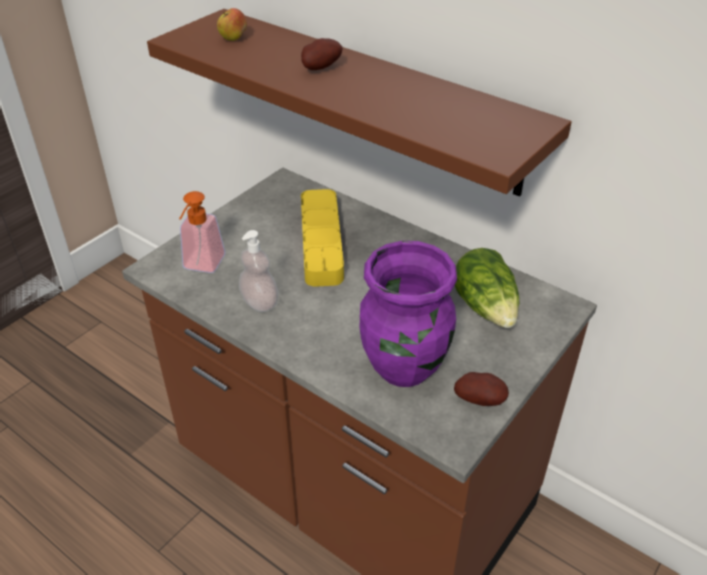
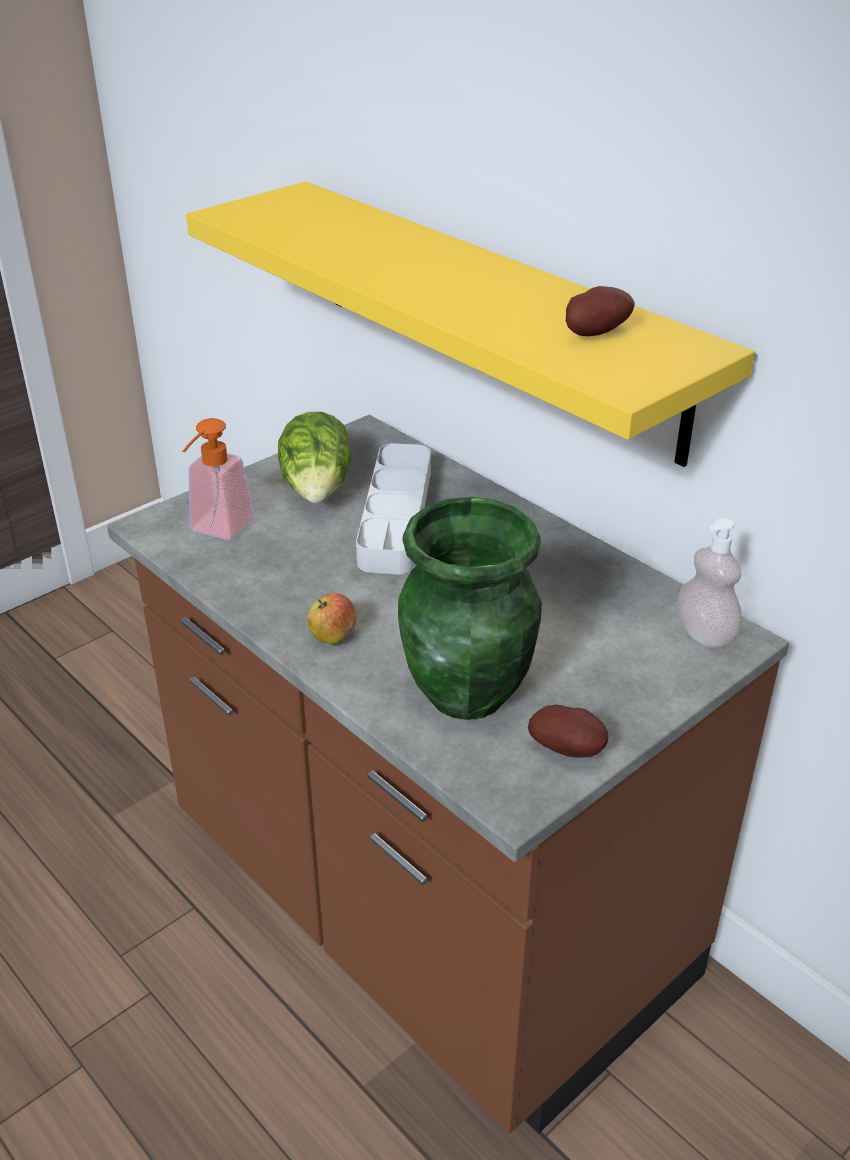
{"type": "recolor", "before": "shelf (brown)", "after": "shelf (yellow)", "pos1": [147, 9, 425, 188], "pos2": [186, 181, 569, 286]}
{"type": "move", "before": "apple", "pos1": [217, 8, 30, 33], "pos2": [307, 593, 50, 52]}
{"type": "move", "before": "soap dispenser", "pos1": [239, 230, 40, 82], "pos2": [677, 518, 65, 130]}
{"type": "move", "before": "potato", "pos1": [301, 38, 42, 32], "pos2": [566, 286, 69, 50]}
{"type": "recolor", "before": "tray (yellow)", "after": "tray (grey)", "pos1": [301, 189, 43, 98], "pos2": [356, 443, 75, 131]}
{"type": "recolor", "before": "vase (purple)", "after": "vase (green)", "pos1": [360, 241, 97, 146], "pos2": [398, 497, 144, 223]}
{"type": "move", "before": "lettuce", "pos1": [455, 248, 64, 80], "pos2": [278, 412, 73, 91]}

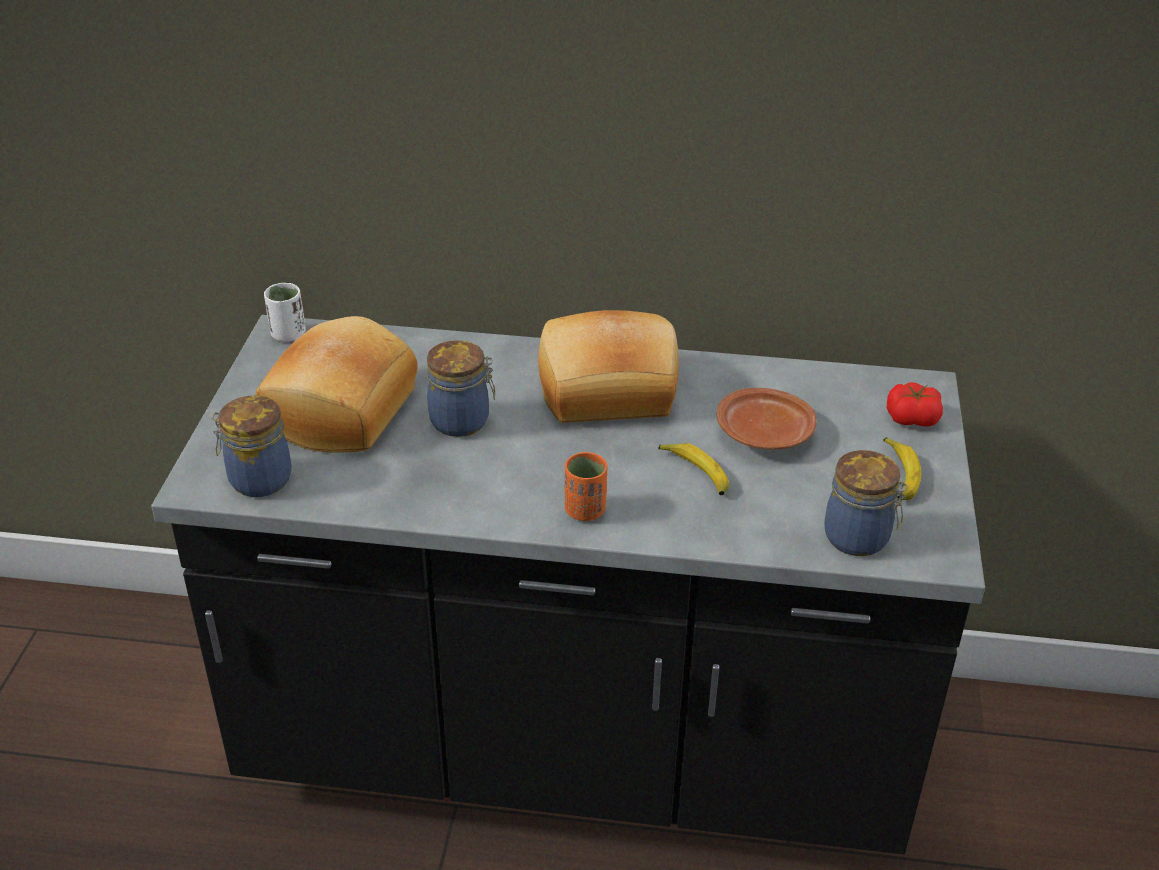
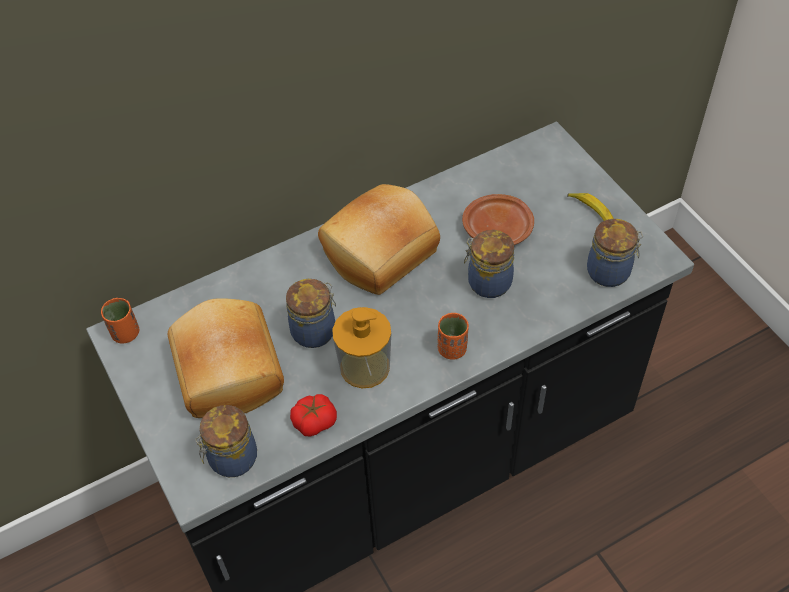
{"type": "recolor", "before": "cup (white)", "after": "cup (orange)", "pos1": [264, 283, 42, 59], "pos2": [101, 298, 38, 46]}
{"type": "replace", "before": "banana", "after": "jar", "pos1": [658, 443, 71, 52], "pos2": [464, 230, 50, 68]}
{"type": "move", "before": "tomato", "pos1": [887, 382, 56, 45], "pos2": [290, 394, 47, 42]}
{"type": "insert", "after": "soap dispenser", "pos2": [332, 307, 59, 82]}

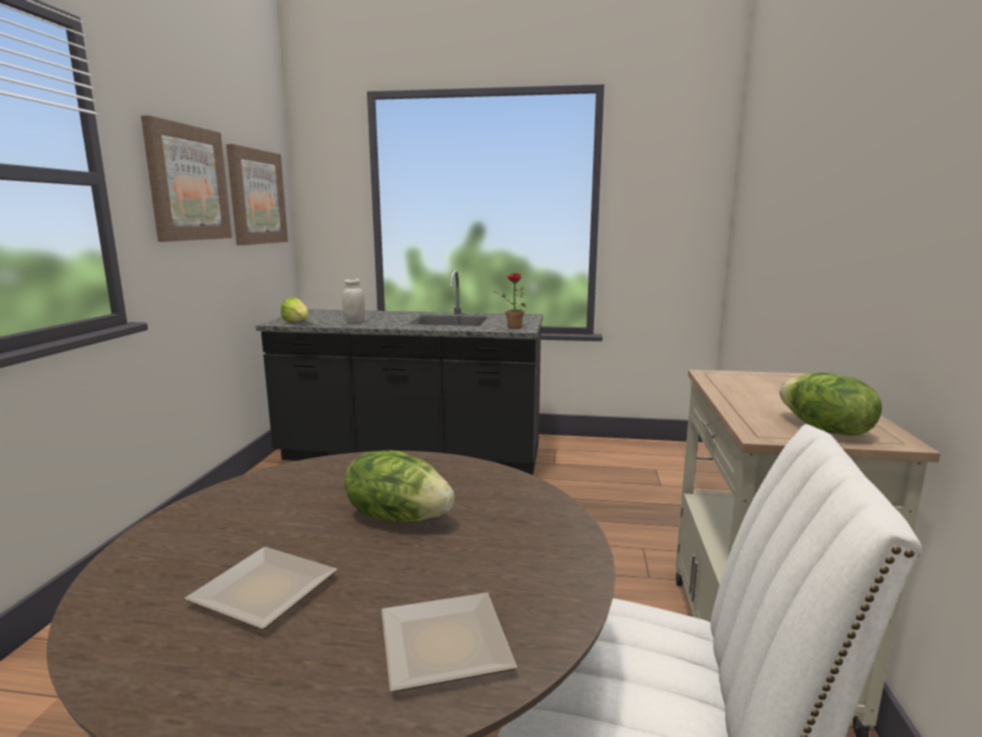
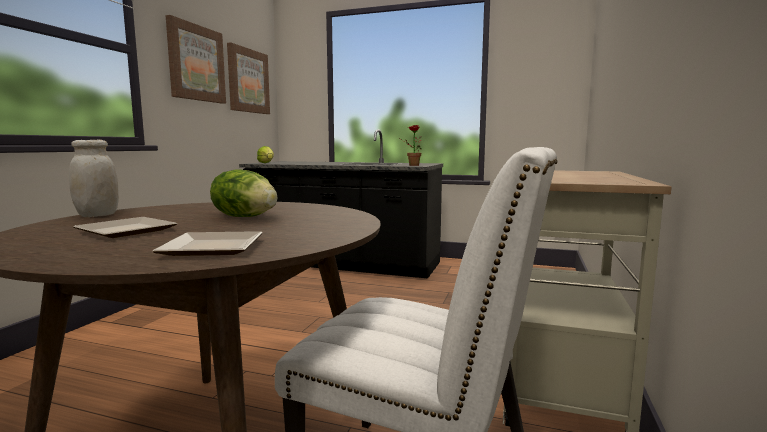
{"type": "move", "before": "jar (white)", "pos1": [343, 278, 22, 45], "pos2": [69, 140, 50, 77]}
{"type": "delete", "before": "lettuce", "pos1": [779, 372, 103, 64]}

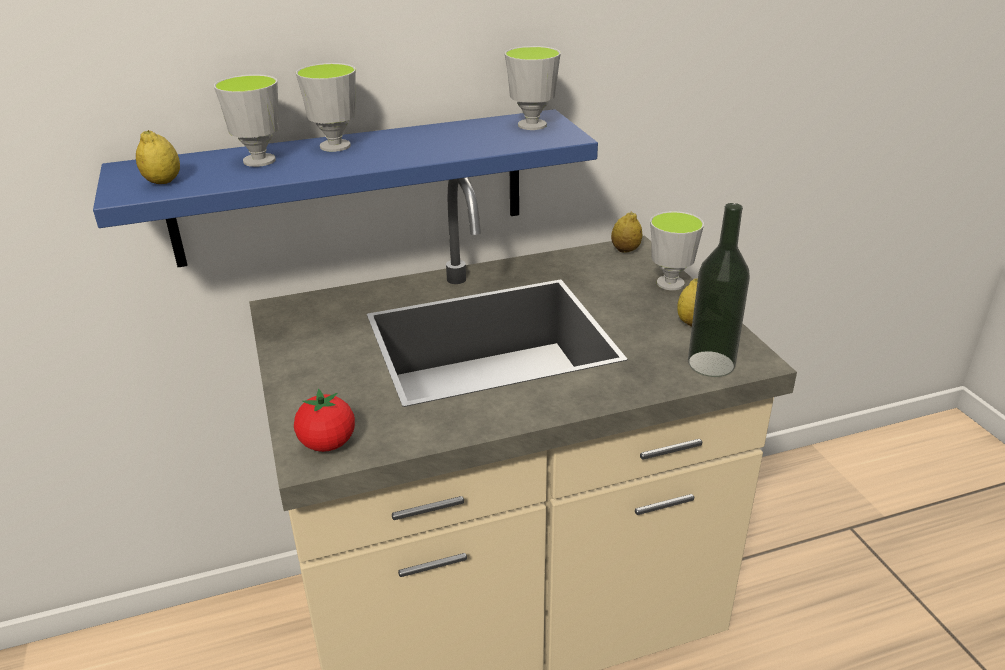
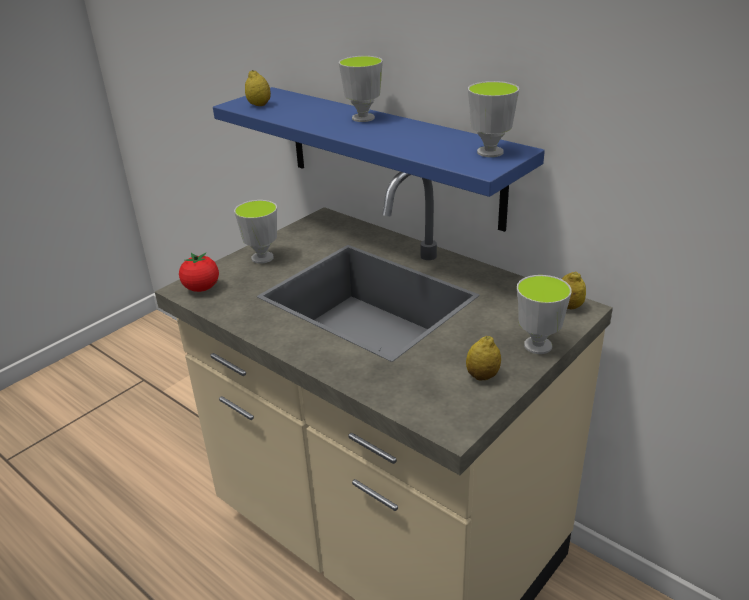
{"type": "move", "before": "cup", "pos1": [214, 74, 65, 93], "pos2": [234, 200, 43, 64]}
{"type": "delete", "before": "bottle", "pos1": [688, 203, 62, 174]}

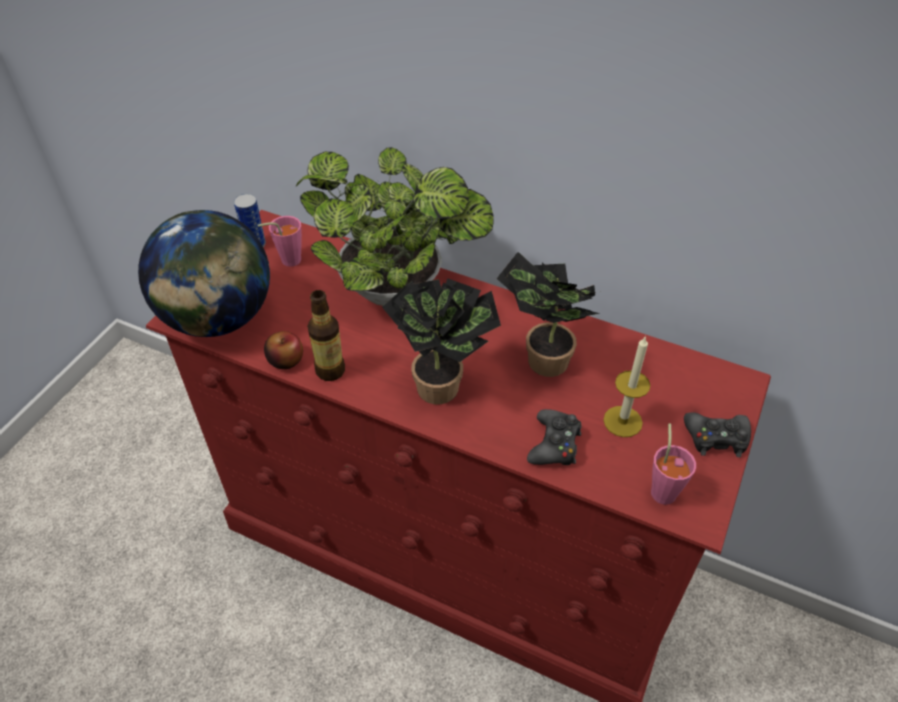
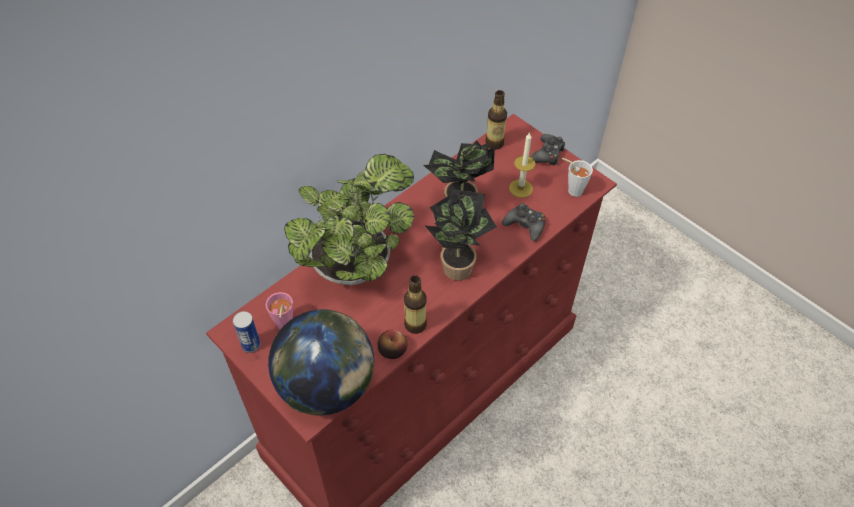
{"type": "recolor", "before": "cup (pink)", "after": "cup (white)", "pos1": [651, 424, 45, 81], "pos2": [562, 158, 31, 39]}
{"type": "insert", "after": "bottle", "pos2": [485, 90, 22, 60]}

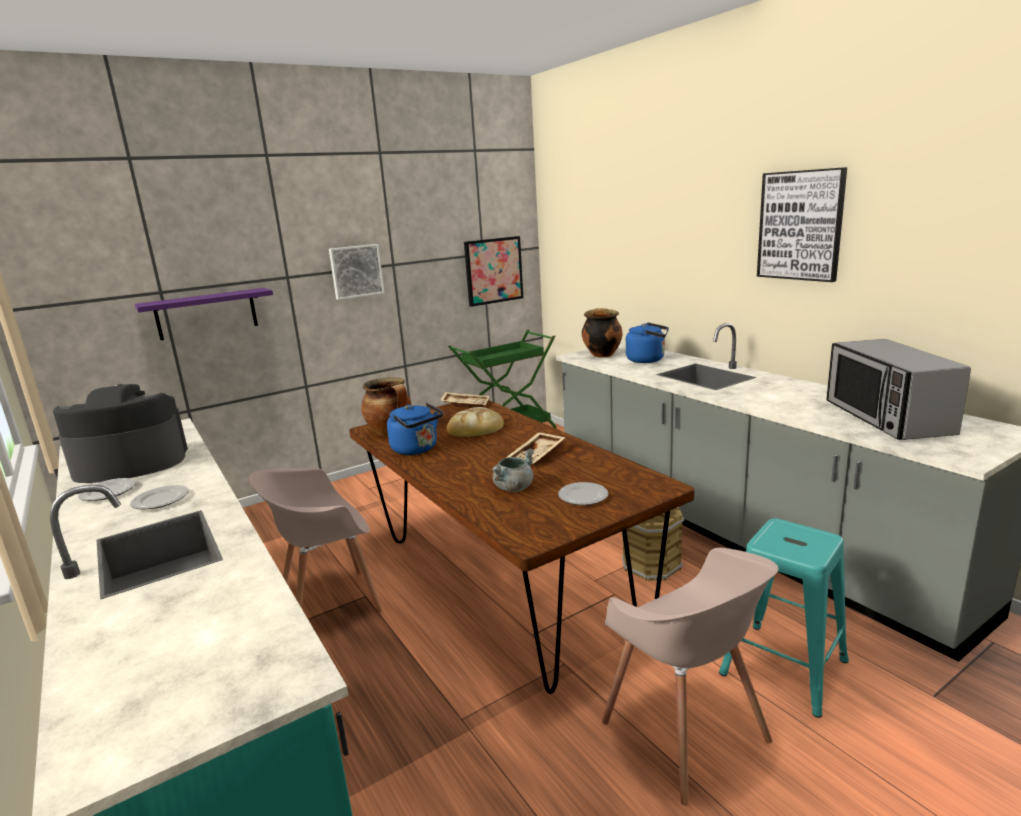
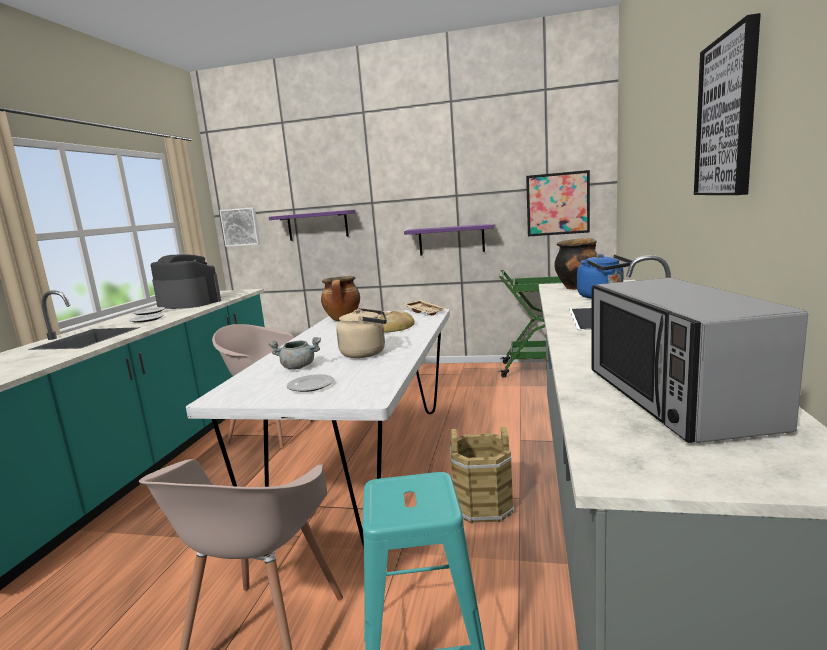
{"type": "move", "before": "picture", "pos1": [329, 244, 55, 56], "pos2": [220, 207, 40, 40]}
{"type": "recolor", "before": "dining table (brown)", "after": "dining table (white)", "pos1": [349, 400, 346, 294], "pos2": [186, 309, 264, 239]}
{"type": "delete", "before": "kettle (blue)", "pos1": [387, 402, 56, 53]}
{"type": "replace", "before": "tray (beige)", "after": "kettle (beige)", "pos1": [506, 432, 60, 32], "pos2": [336, 308, 51, 50]}
{"type": "rotate", "before": "microwave", "pos1": [826, 339, 145, 101], "pos2": [591, 278, 217, 165], "turn": -45}
{"type": "insert", "after": "shelf (purple)", "pos2": [404, 224, 90, 32]}

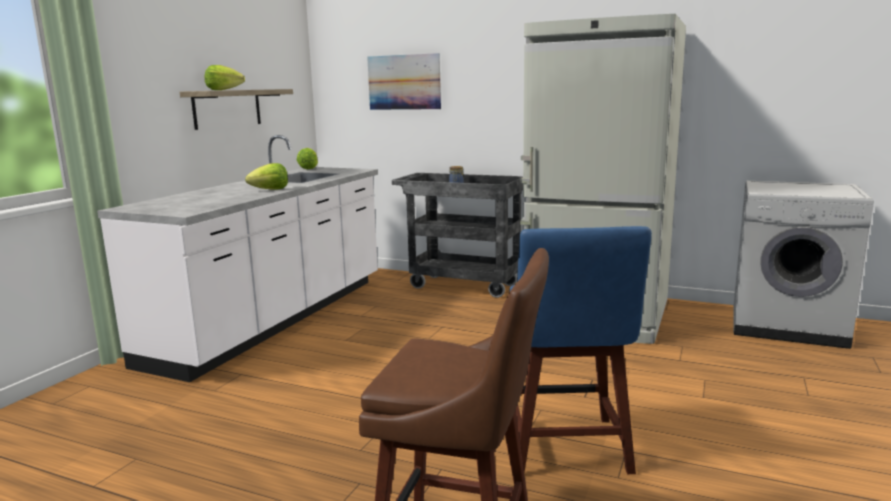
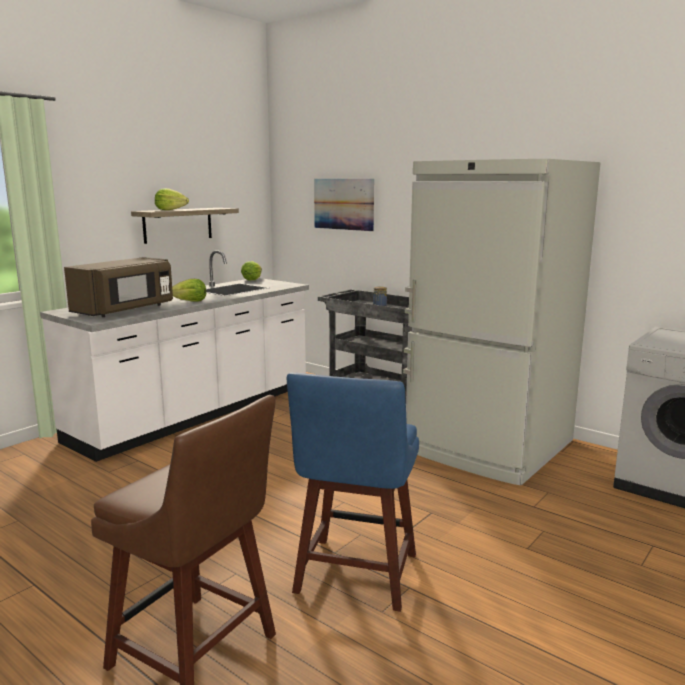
{"type": "insert", "after": "microwave (brown)", "pos2": [64, 257, 109, 60]}

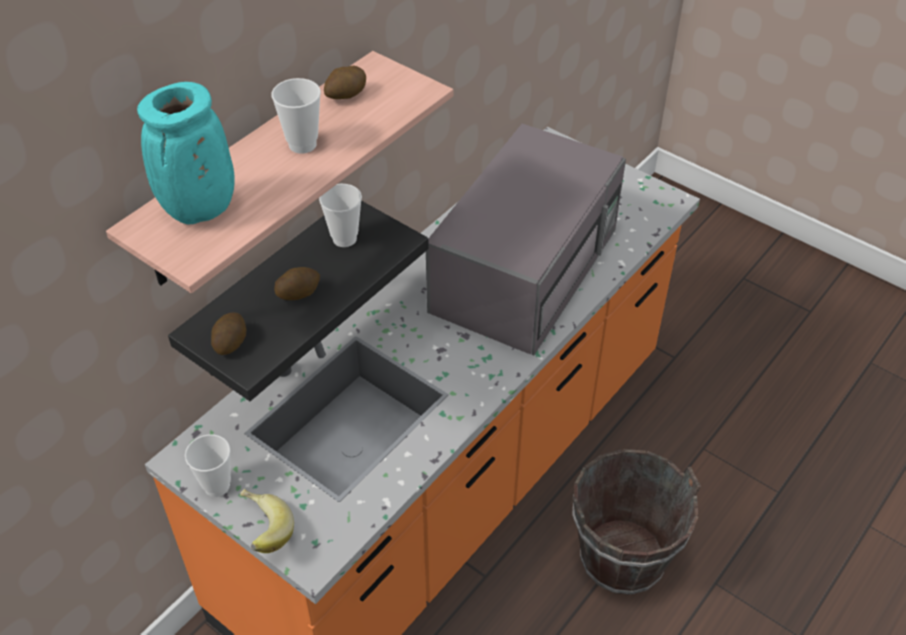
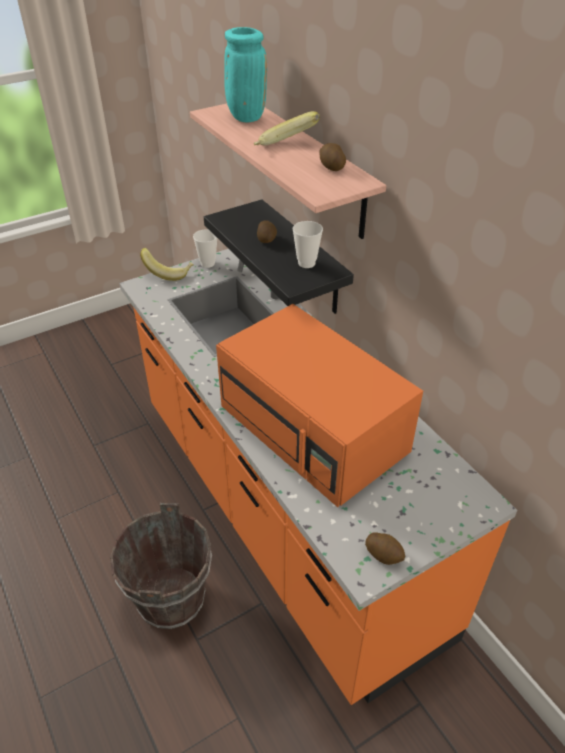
{"type": "move", "before": "potato", "pos1": [211, 312, 35, 43], "pos2": [365, 532, 40, 33]}
{"type": "replace", "before": "cup", "after": "banana", "pos1": [272, 78, 49, 76], "pos2": [254, 111, 66, 35]}
{"type": "recolor", "before": "microwave (grey)", "after": "microwave (orange)", "pos1": [426, 124, 200, 232], "pos2": [216, 304, 207, 203]}

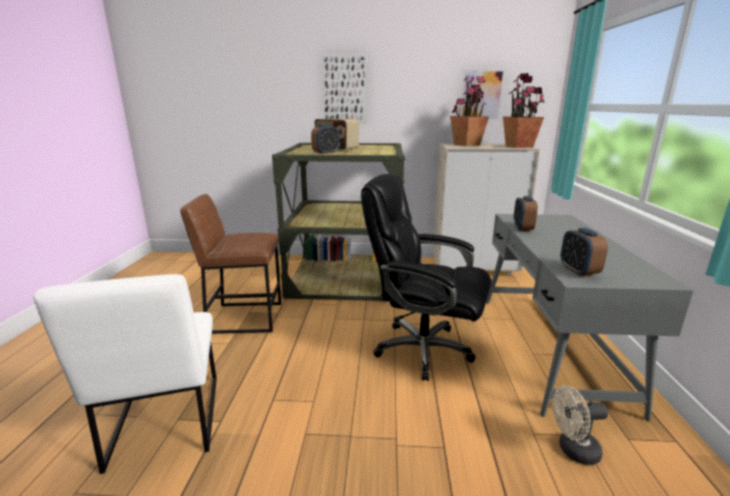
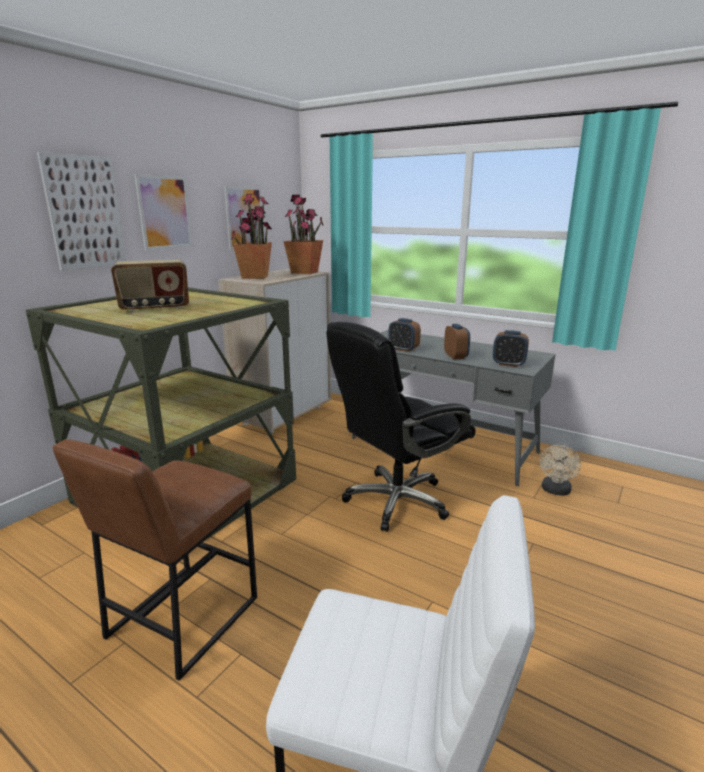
{"type": "move", "before": "alarm clock", "pos1": [311, 125, 28, 29], "pos2": [444, 324, 26, 36]}
{"type": "insert", "after": "picture", "pos2": [134, 174, 59, 76]}

